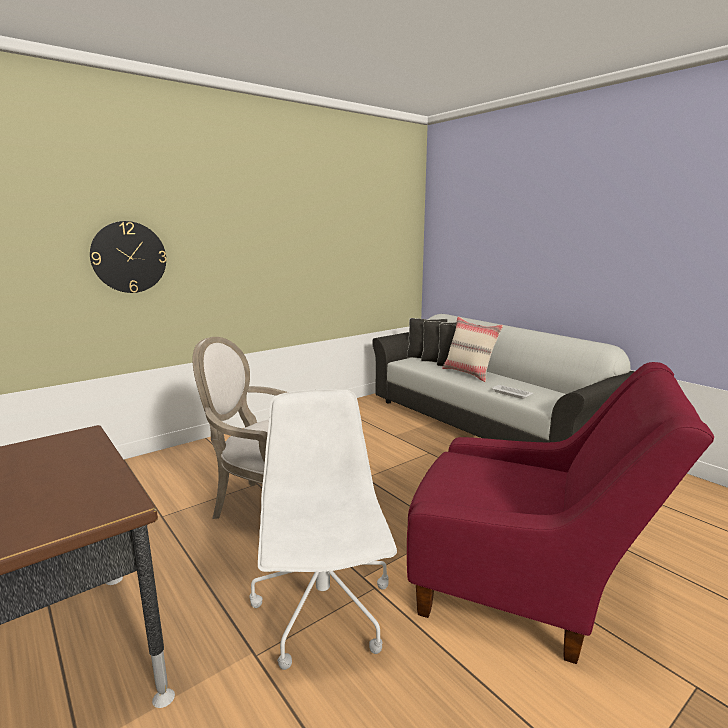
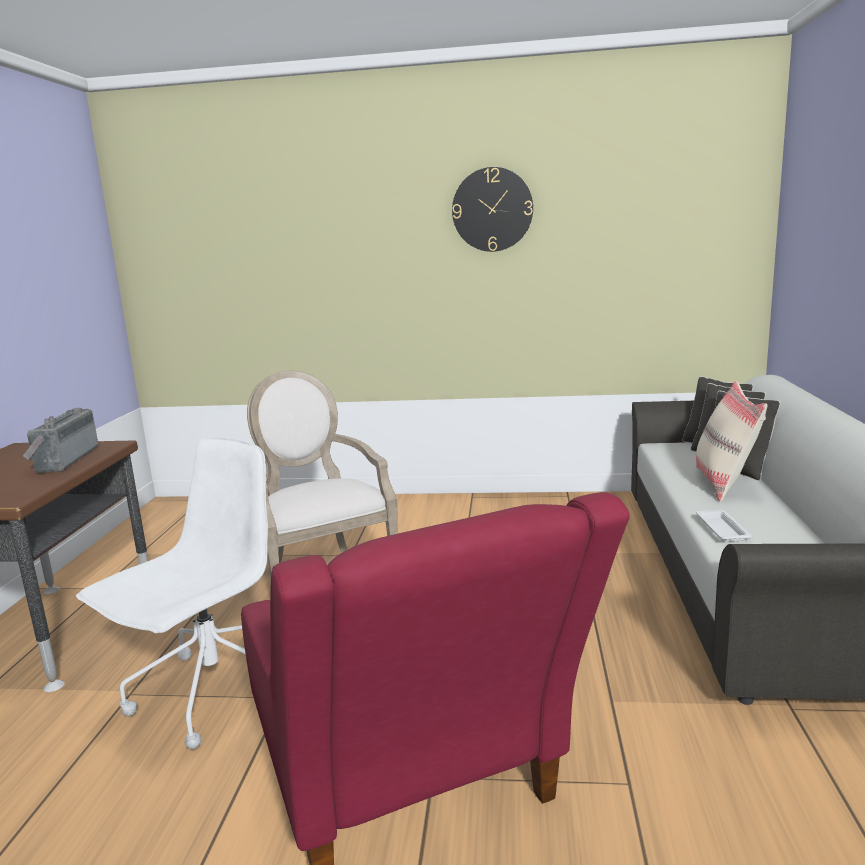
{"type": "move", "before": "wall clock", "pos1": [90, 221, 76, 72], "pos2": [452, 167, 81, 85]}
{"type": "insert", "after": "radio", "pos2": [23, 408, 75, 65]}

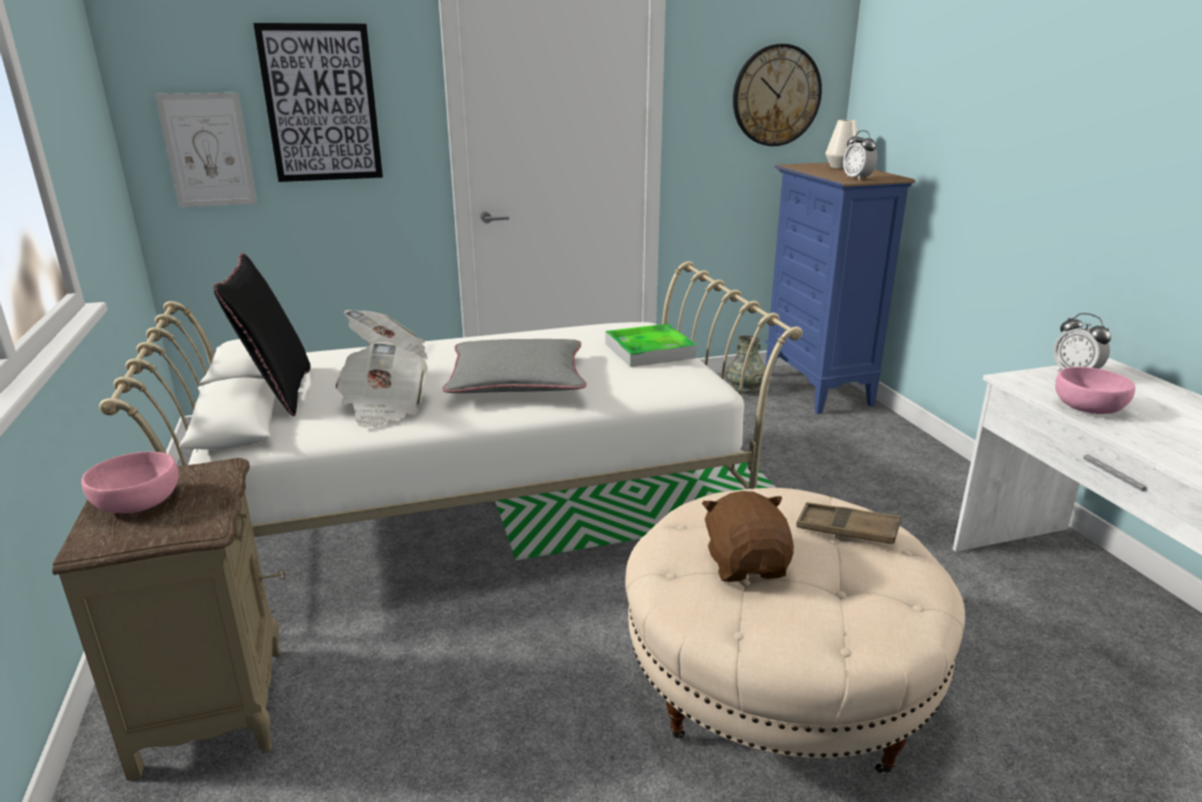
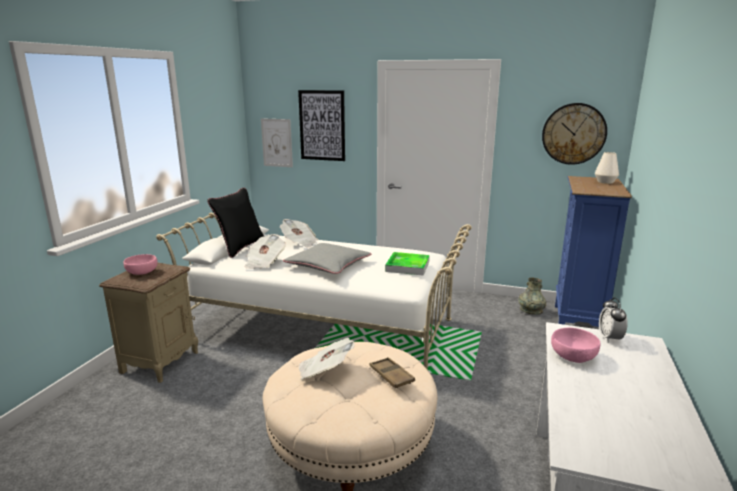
{"type": "replace", "before": "plush toy (brown)", "after": "newspaper", "pos1": [702, 491, 92, 91], "pos2": [299, 338, 56, 42]}
{"type": "delete", "before": "alarm clock", "pos1": [843, 130, 34, 51]}

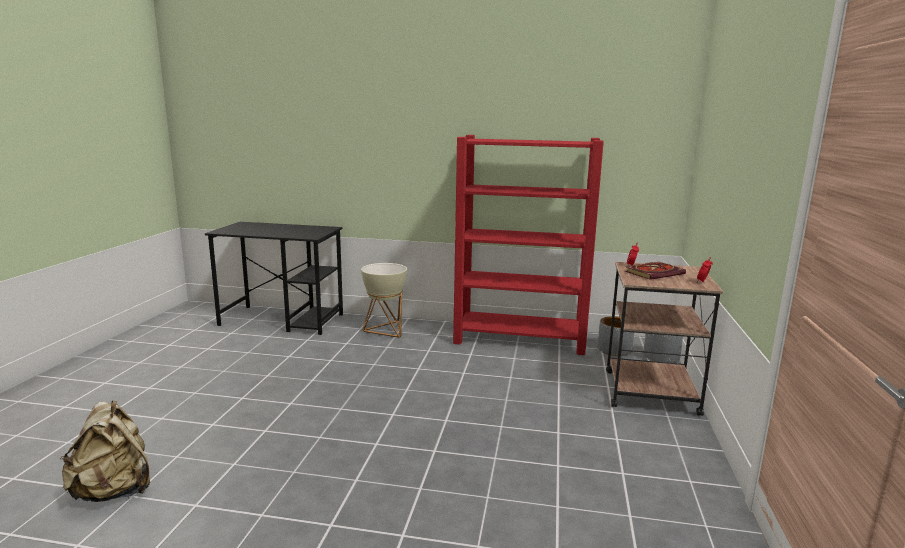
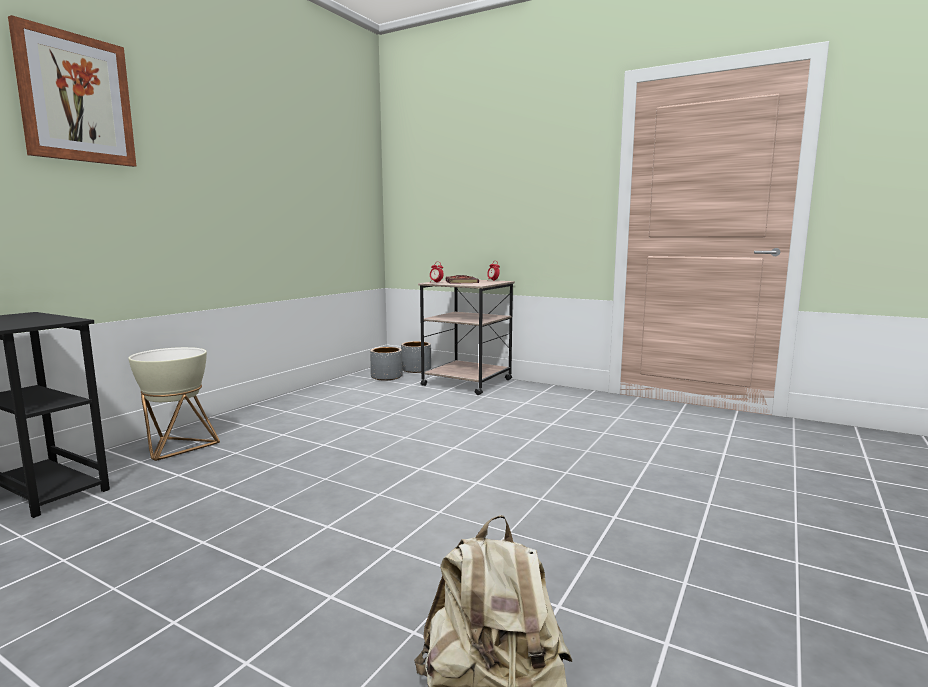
{"type": "delete", "before": "bookcase (red)", "pos1": [453, 135, 151, 220]}
{"type": "insert", "after": "picture", "pos2": [8, 15, 128, 152]}

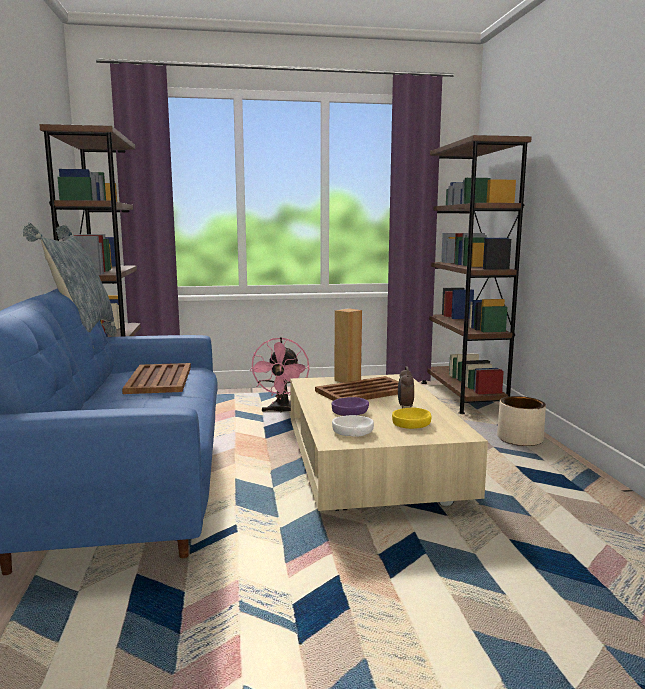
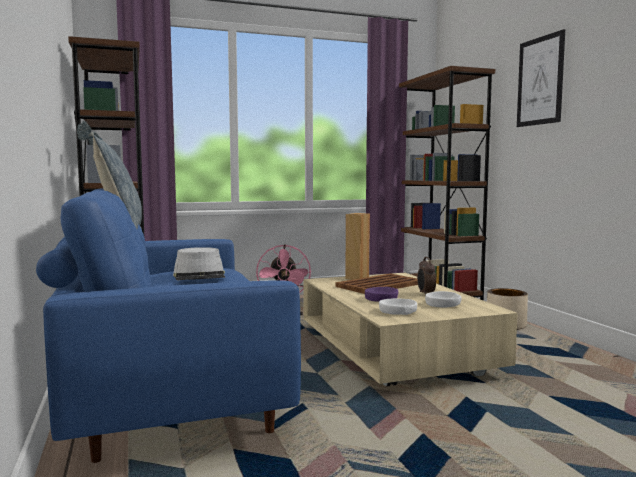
{"type": "replace", "before": "tray (brown)", "after": "hat (grey)", "pos1": [122, 363, 69, 31], "pos2": [173, 247, 52, 33]}
{"type": "recolor", "before": "bowl (yellow)", "after": "bowl (white)", "pos1": [392, 408, 40, 21], "pos2": [425, 291, 37, 16]}
{"type": "insert", "after": "picture", "pos2": [517, 29, 48, 98]}

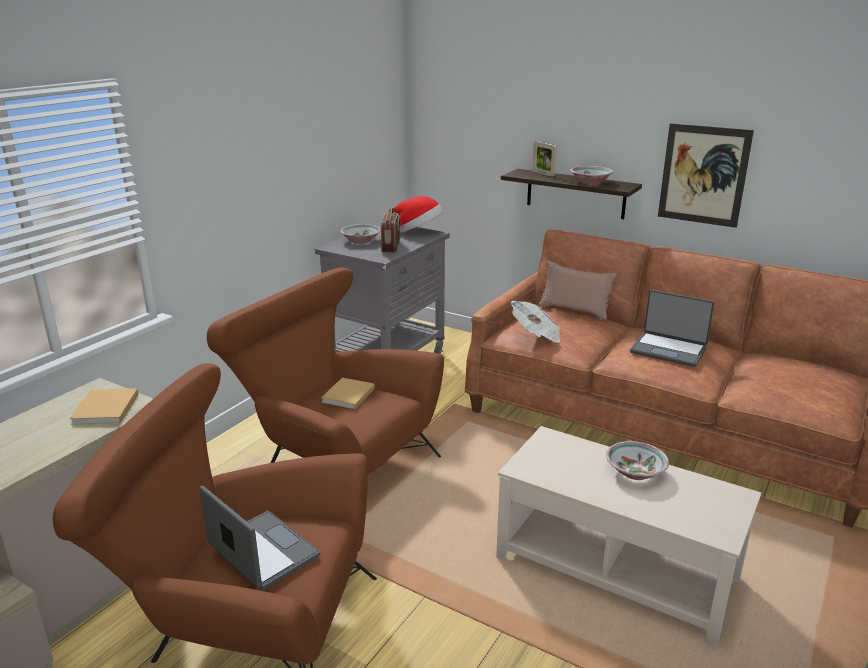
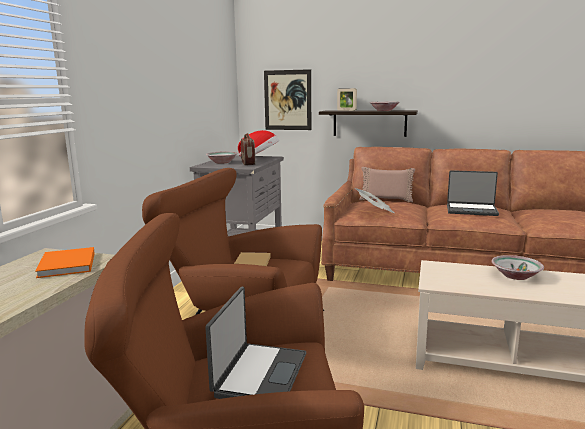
{"type": "recolor", "before": "book (beige)", "after": "book (orange)", "pos1": [69, 388, 70, 37], "pos2": [35, 247, 60, 31]}
{"type": "rotate", "before": "laptop", "pos1": [199, 486, 121, 105], "pos2": [205, 287, 101, 112], "turn": 75}
{"type": "move", "before": "picture", "pos1": [658, 123, 96, 105], "pos2": [264, 69, 47, 61]}

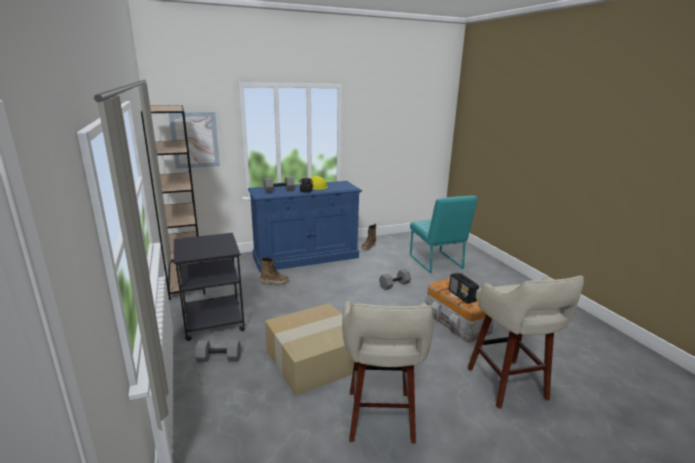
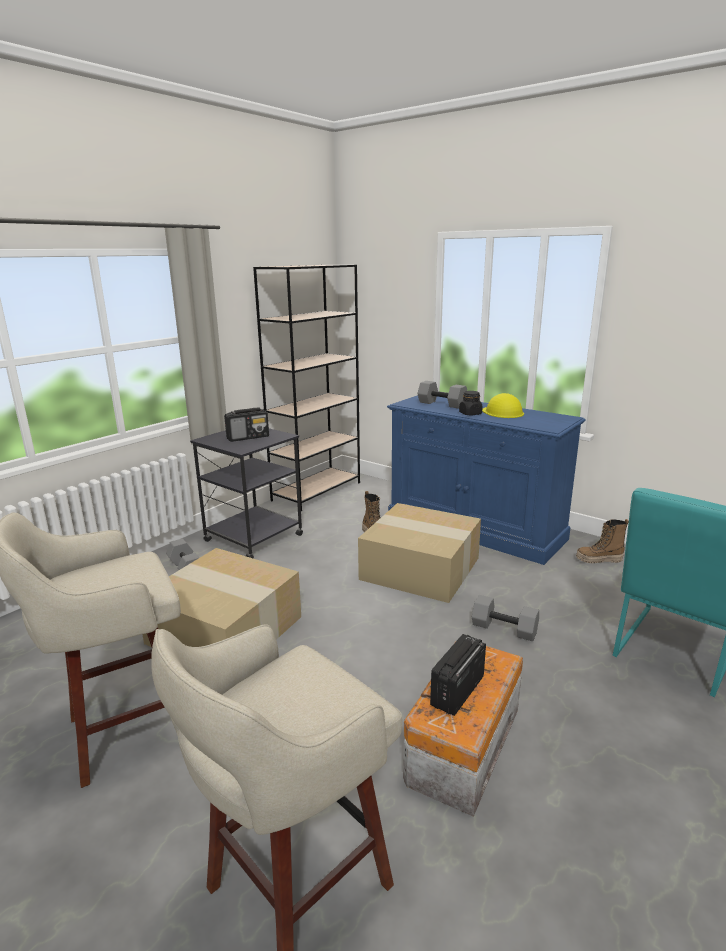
{"type": "delete", "before": "picture", "pos1": [169, 112, 51, 57]}
{"type": "insert", "after": "radio", "pos2": [224, 408, 45, 34]}
{"type": "insert", "after": "cardboard box", "pos2": [358, 503, 123, 100]}

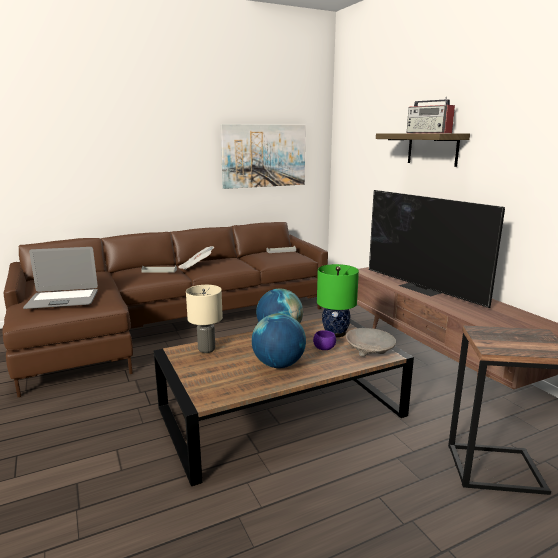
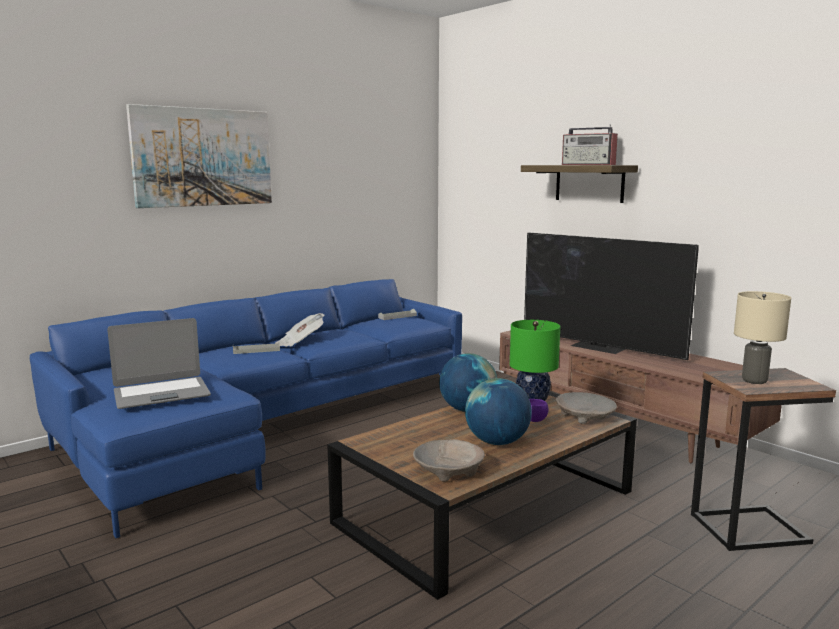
{"type": "recolor", "before": "sofa (brown)", "after": "sofa (blue)", "pos1": [3, 222, 325, 175], "pos2": [30, 279, 432, 259]}
{"type": "move", "before": "table lamp (beige)", "pos1": [186, 285, 37, 68], "pos2": [734, 291, 57, 93]}
{"type": "move", "before": "picture", "pos1": [220, 124, 86, 65], "pos2": [126, 104, 146, 104]}
{"type": "insert", "after": "bowl (beige)", "pos2": [413, 439, 72, 43]}

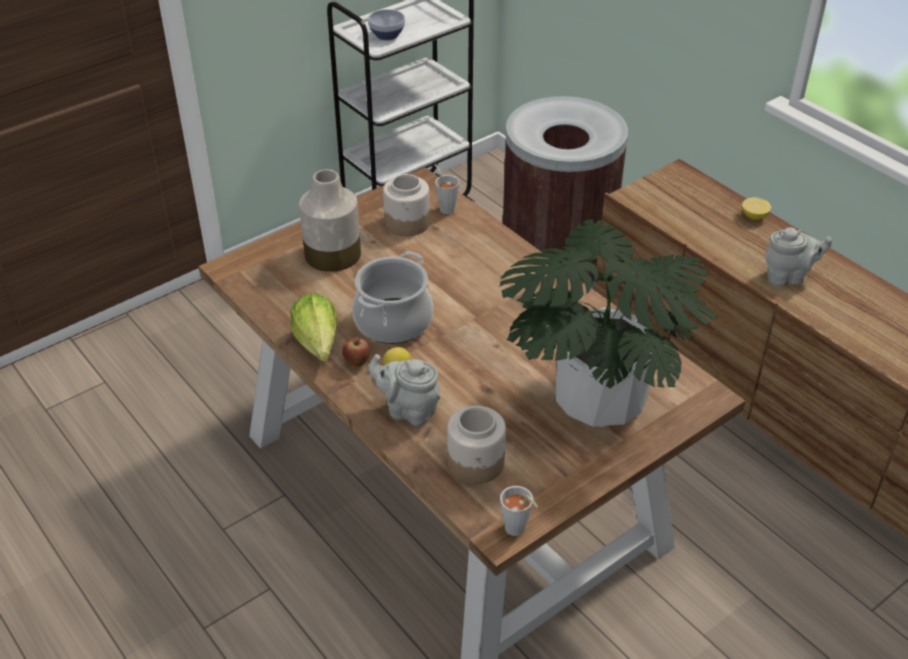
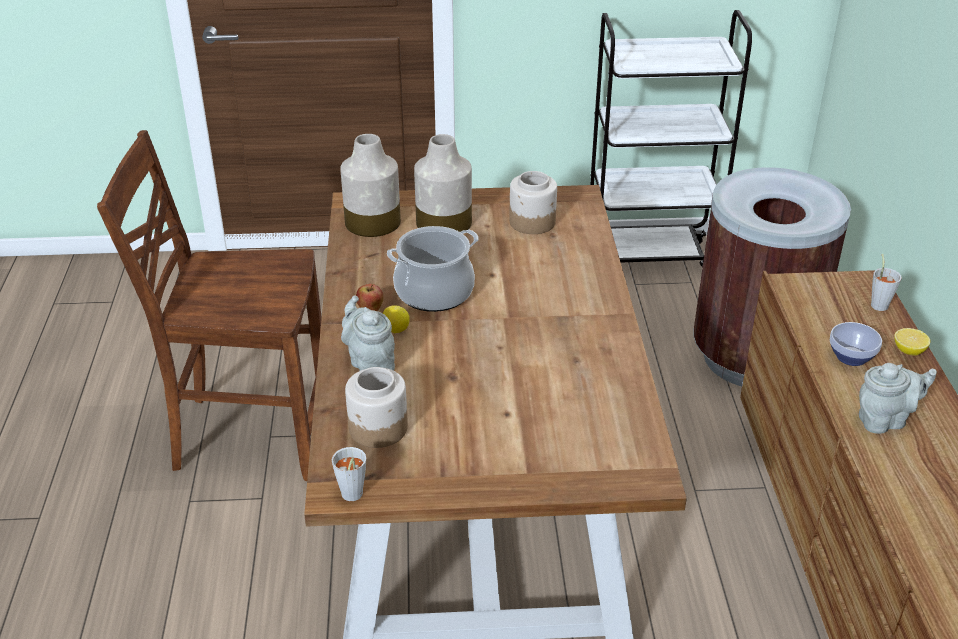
{"type": "delete", "before": "lettuce", "pos1": [291, 293, 46, 69]}
{"type": "move", "before": "bowl", "pos1": [368, 9, 37, 31], "pos2": [830, 322, 52, 44]}
{"type": "move", "before": "cup (grey)", "pos1": [435, 164, 25, 50], "pos2": [871, 254, 31, 57]}
{"type": "delete", "before": "potted plant", "pos1": [500, 220, 218, 207]}
{"type": "rotate", "before": "teapot (grey)", "pos1": [765, 227, 67, 59], "pos2": [859, 363, 78, 71], "turn": -45}
{"type": "insert", "after": "chair (brown)", "pos2": [97, 130, 225, 351]}
{"type": "insert", "after": "vase (beige)", "pos2": [340, 134, 61, 103]}

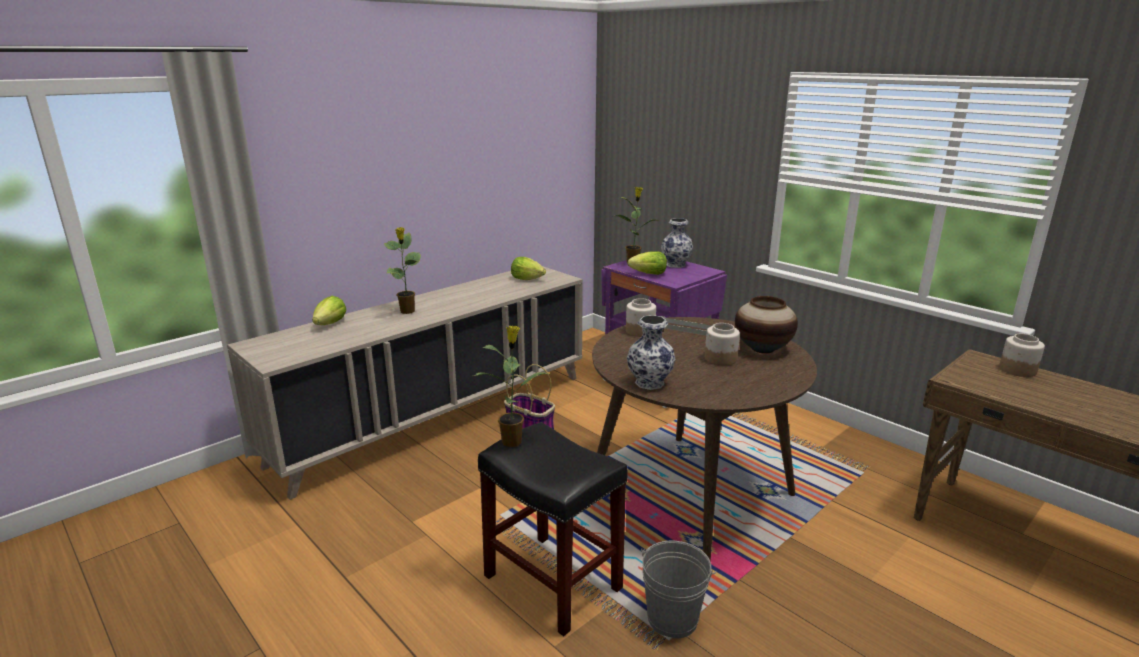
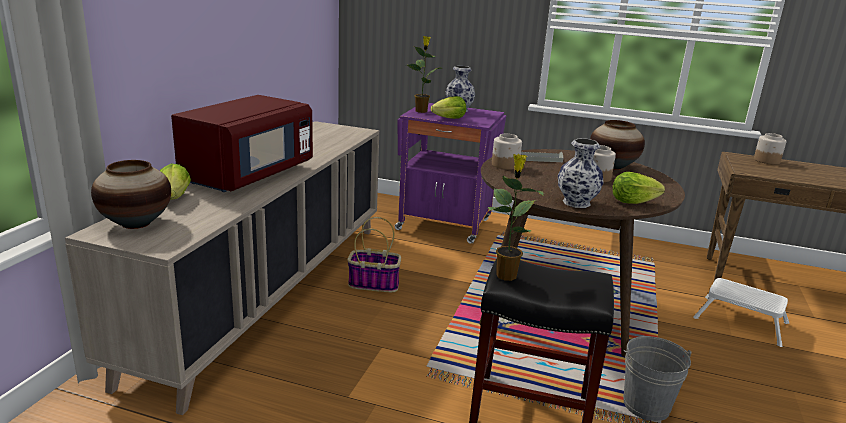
{"type": "replace", "before": "potted plant", "after": "microwave (red)", "pos1": [384, 227, 37, 87], "pos2": [171, 95, 142, 97]}
{"type": "move", "before": "lettuce", "pos1": [511, 257, 35, 23], "pos2": [612, 172, 53, 32]}
{"type": "insert", "after": "vase", "pos2": [91, 160, 80, 69]}
{"type": "insert", "after": "step ladder (white)", "pos2": [693, 278, 96, 69]}

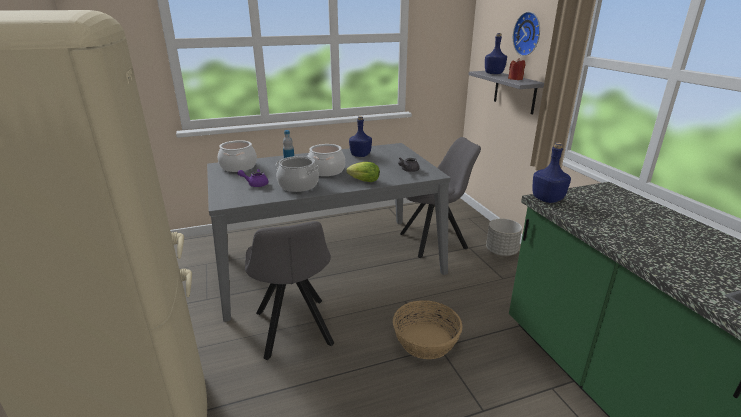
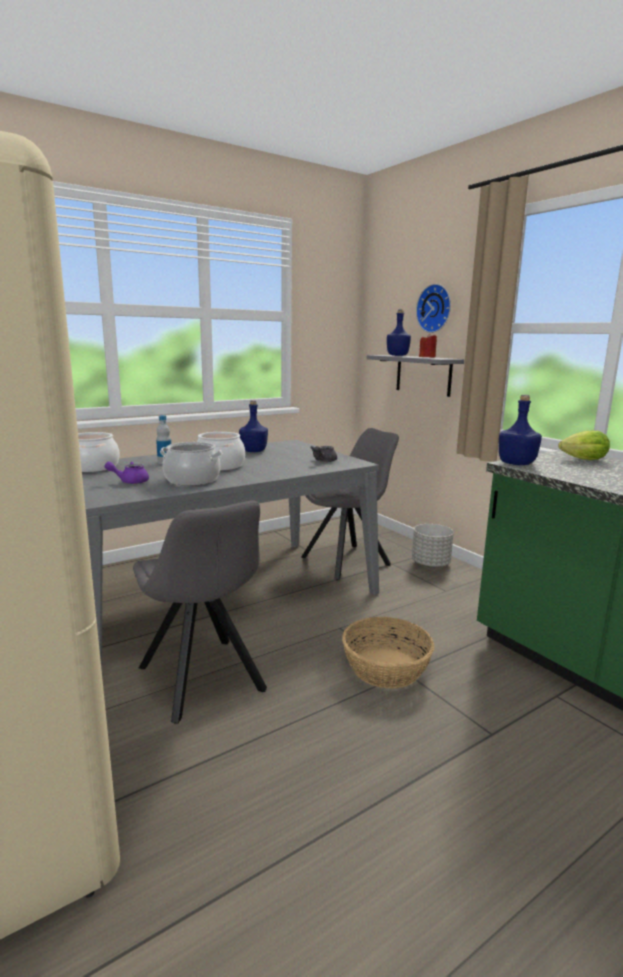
{"type": "move", "before": "lettuce", "pos1": [346, 162, 34, 20], "pos2": [558, 430, 52, 30]}

